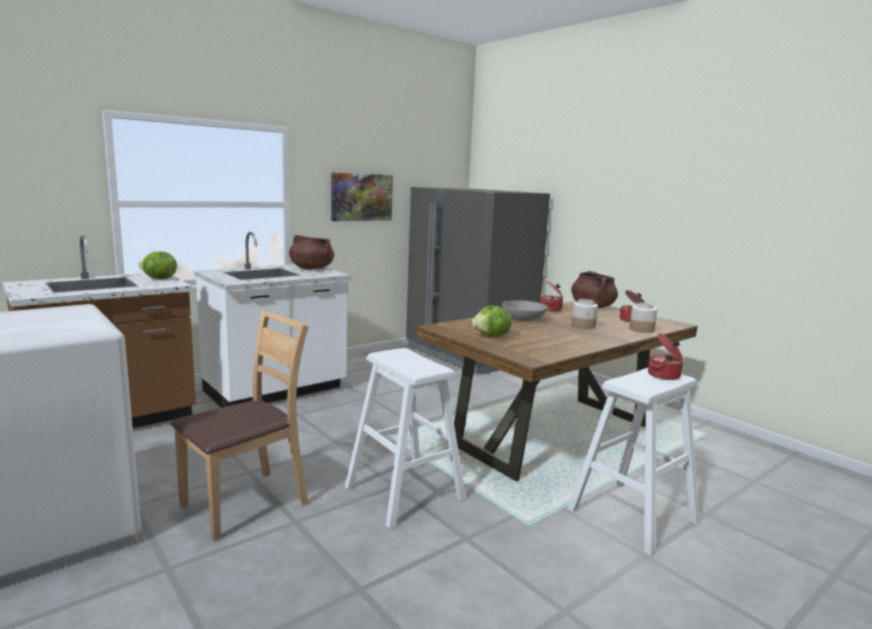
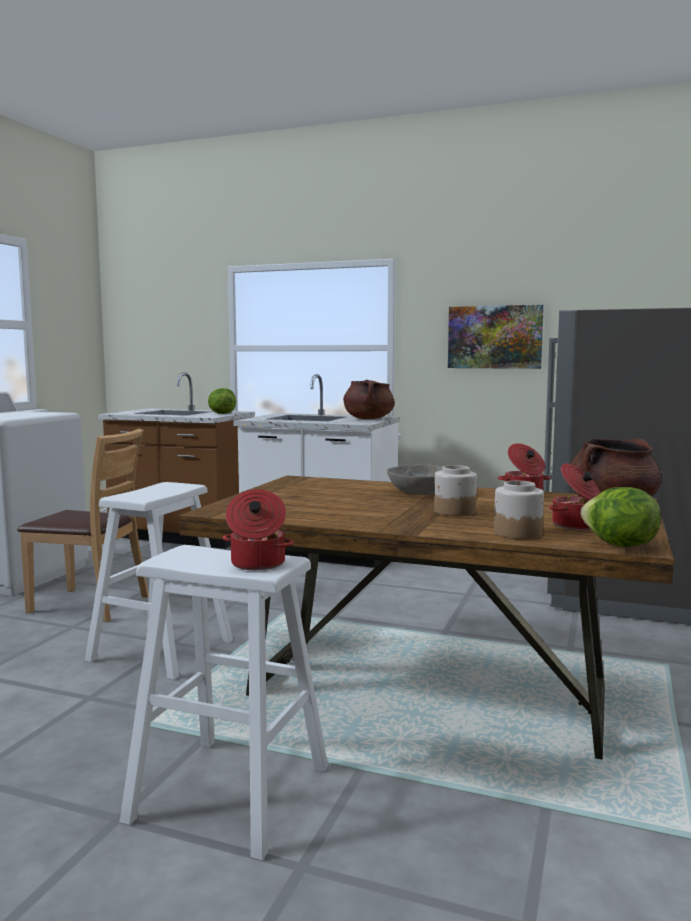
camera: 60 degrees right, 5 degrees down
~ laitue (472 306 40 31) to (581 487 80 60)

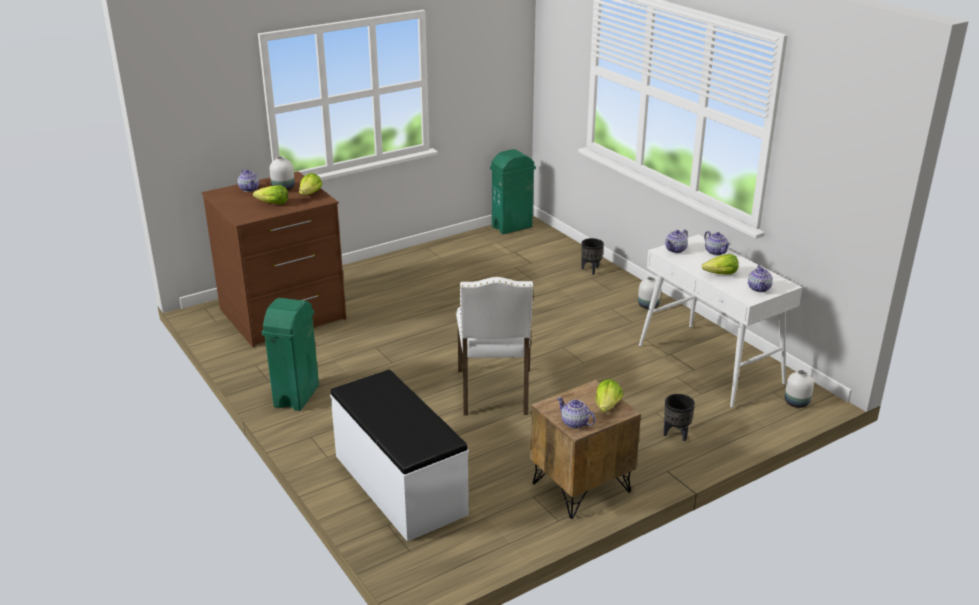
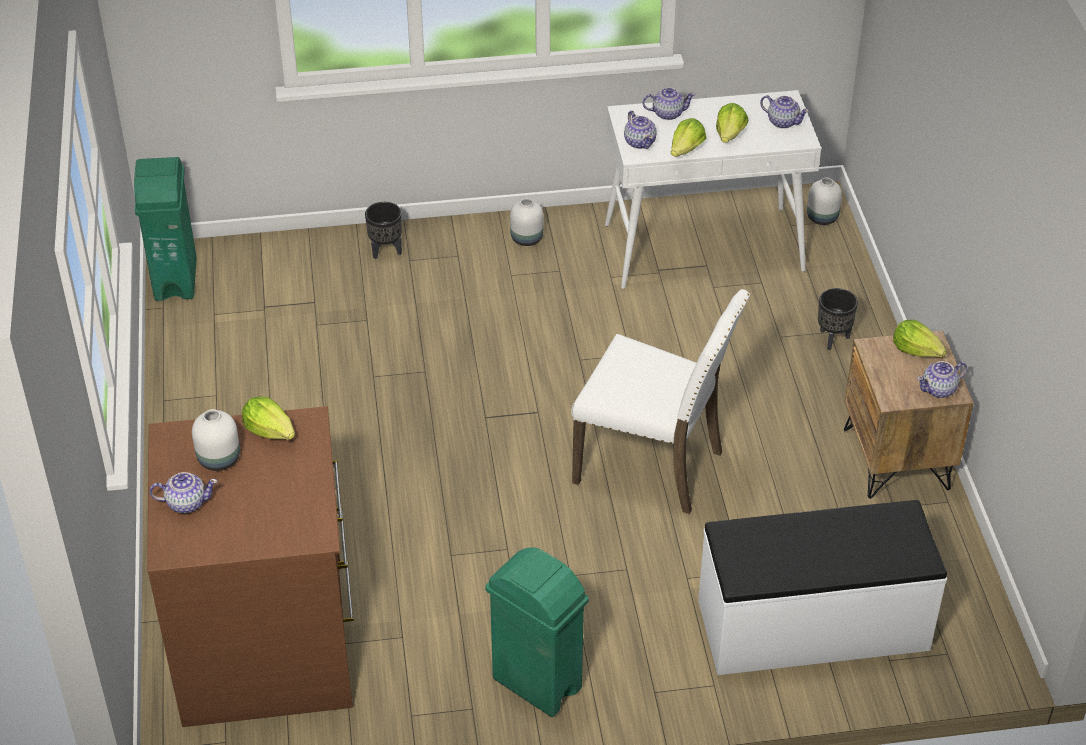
camera: 65 degrees left, 15 degrees up
~ laitue (253 185 35 19) to (671 118 35 39)

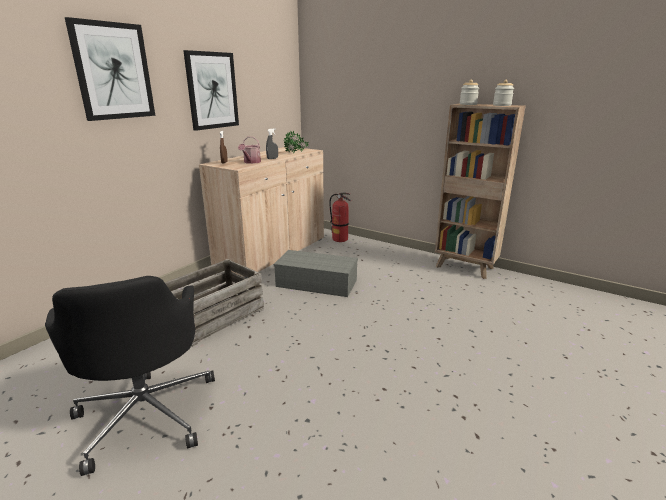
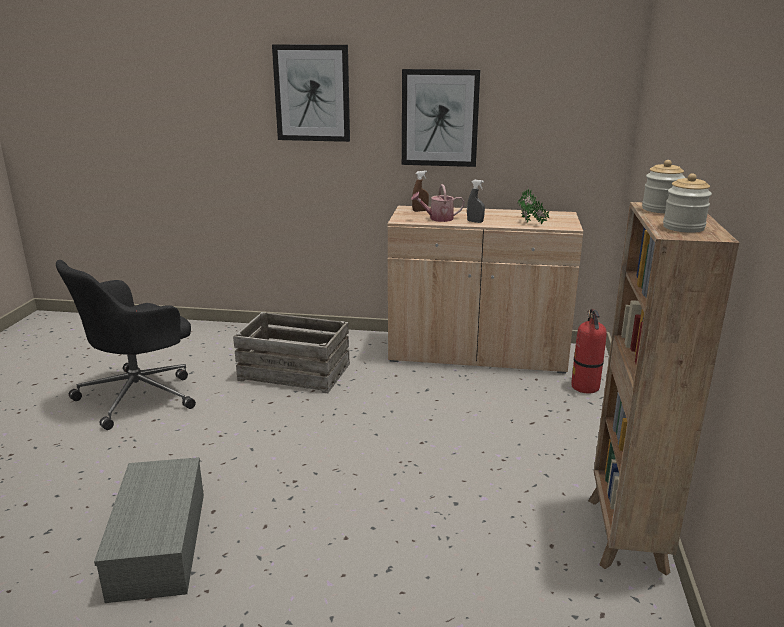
camera: 65 degrees right, 0 degrees up
~ boîte de rangement/gris (274 250 84 47) to (94 457 110 146)

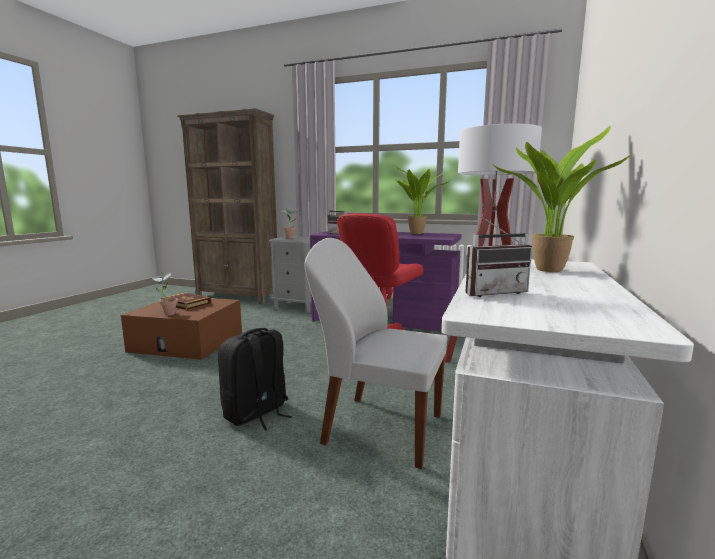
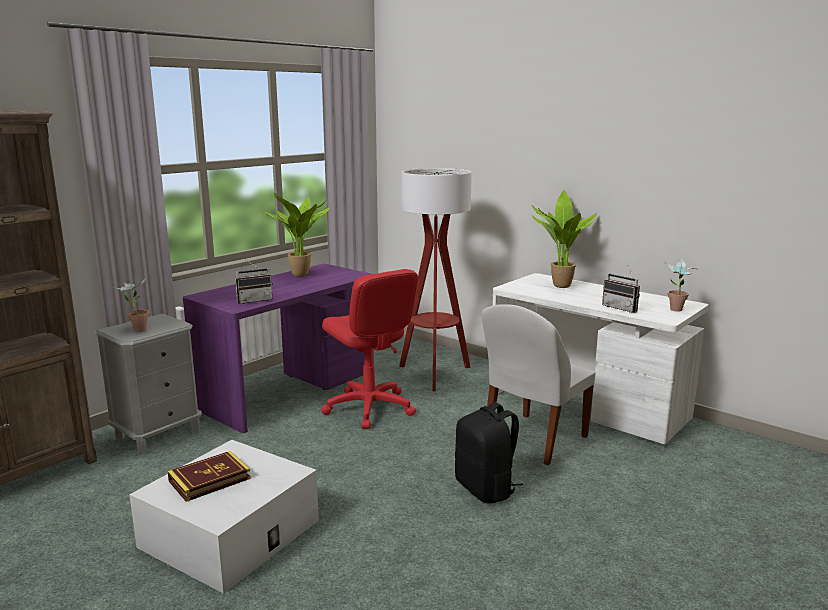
camera: 70 degrees left, 5 degrees up
~ boîte de rangement/marron (121 298 121 62) to boîte de rangement/blanc (129 440 190 154)
~ radio (465 216 67 81) = (602 265 38 48) 135 degrees clockwise
~ plante en pot (145 272 33 44) to (665 258 31 53)

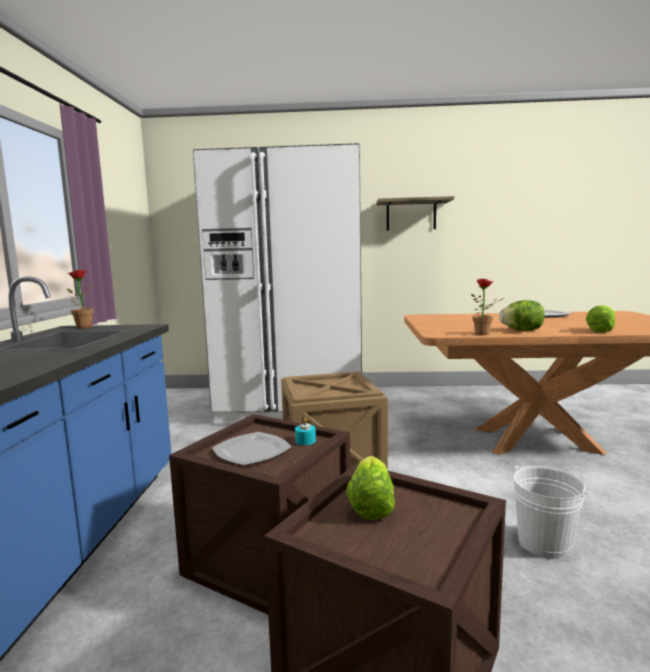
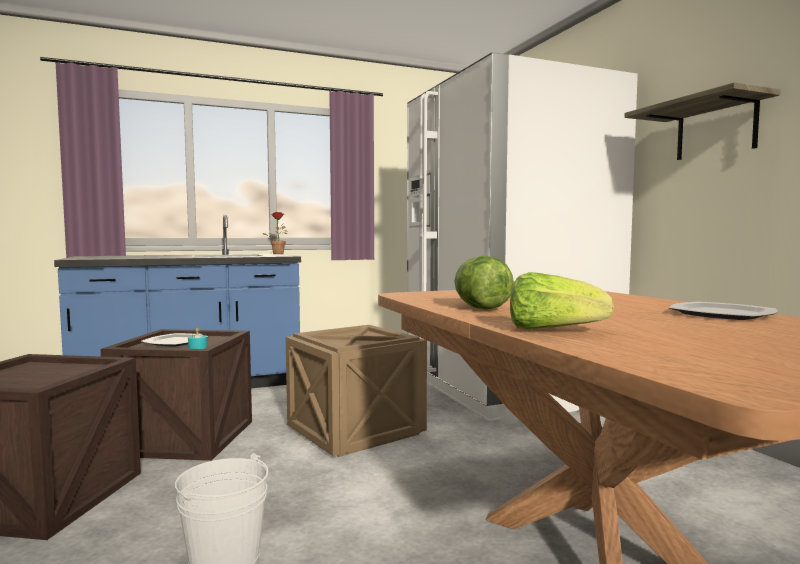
camera: 65 degrees right, 5 degrees down
- laitue (346 456 49 64)
- plante en pot (471 278 33 57)

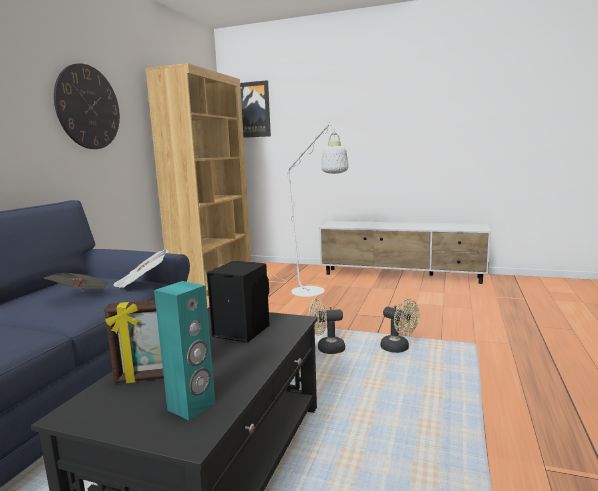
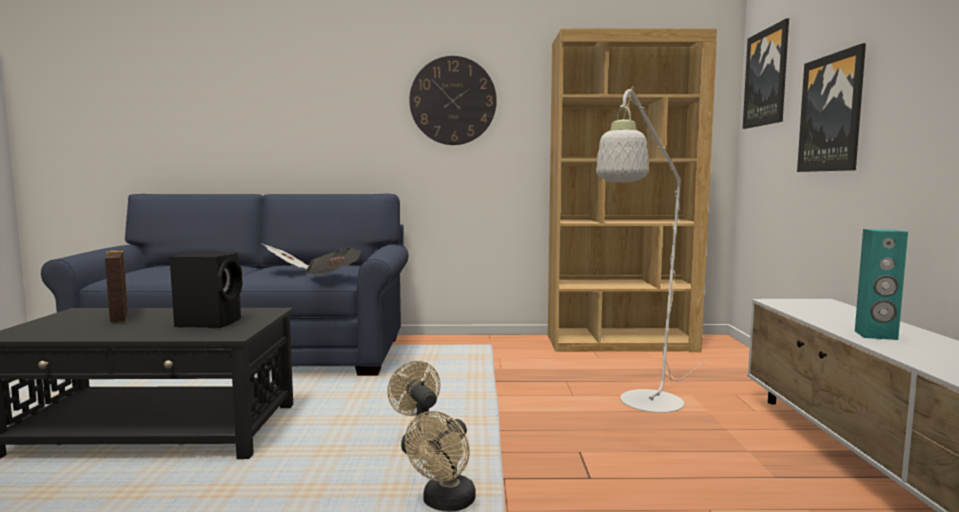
camera: 70 degrees right, 5 degrees down
+ tableau (797 43 69 129)
~ enceinte/turquoise (154 281 61 139) to (855 229 53 111)

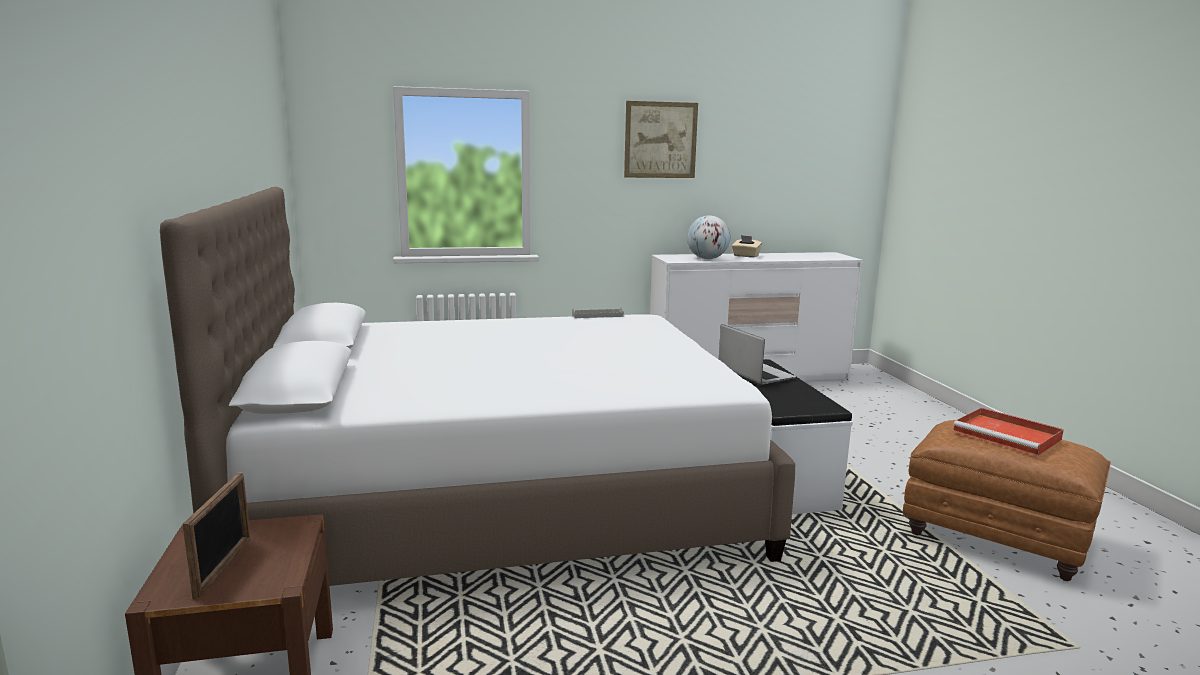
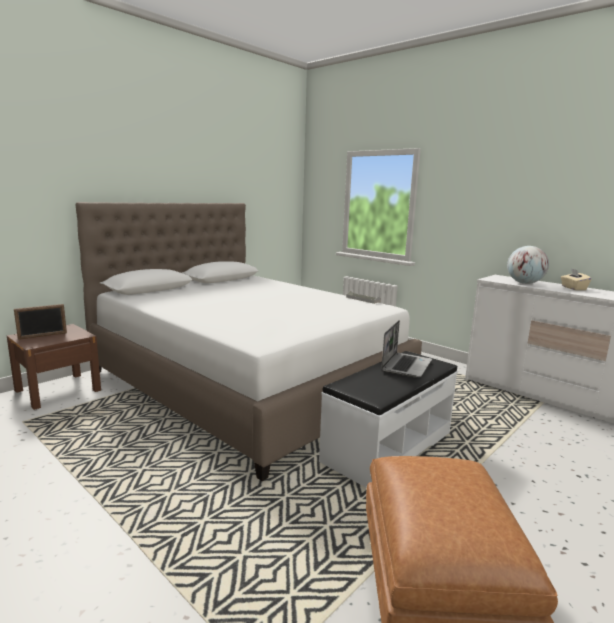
camera: 55 degrees right, 0 degrees up
- tableau (624 101 74 77)
- plateau/rouge (953 408 111 48)

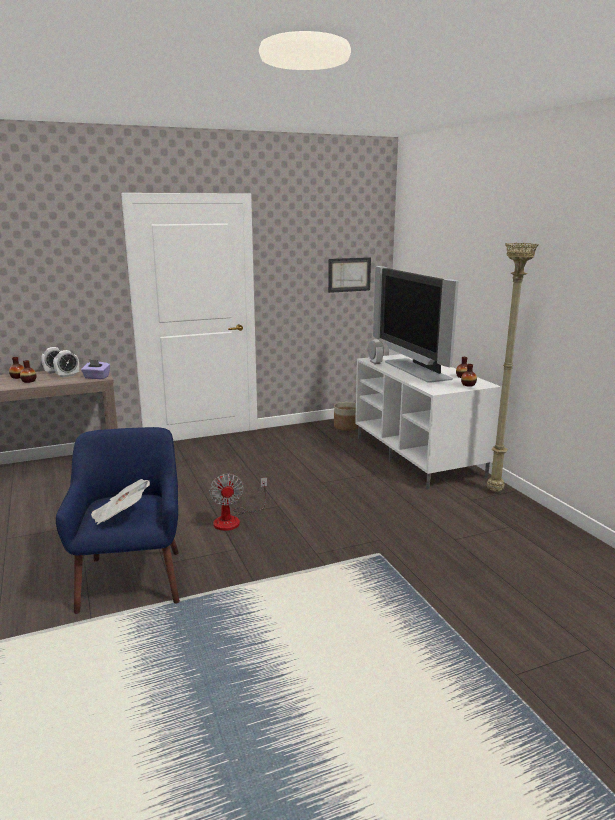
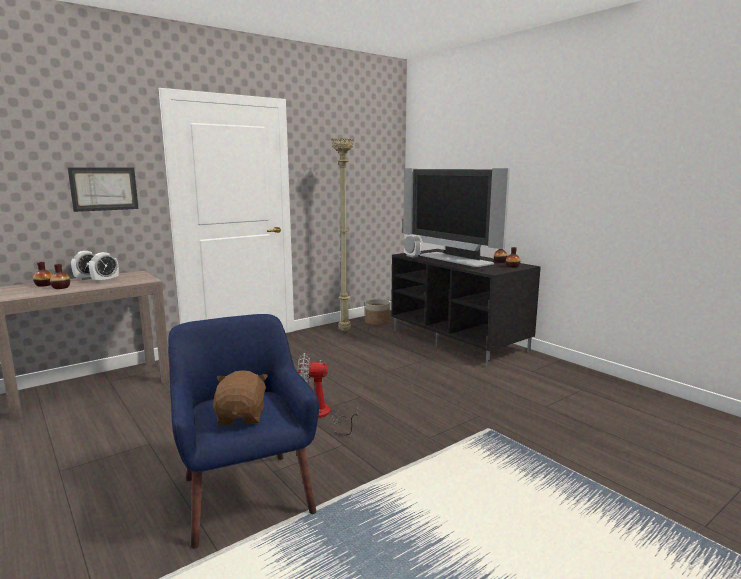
camera: 15 degrees left, 5 degrees down
~ tableau (328 257 43 36) to (68 168 71 44)
~ journal (91 479 59 46) to peluche/marron (213 370 55 55)
~ ventilateur (209 474 58 57) = (298 353 60 82) 120 degrees clockwise
~ lampadaire/beige (487 242 52 250) to (332 138 22 193)
~ meuble télé/blanc (355 354 146 136) to meuble télé/noir (391 249 150 118)
- boîte à mouchoirs/violet (81 359 29 20)

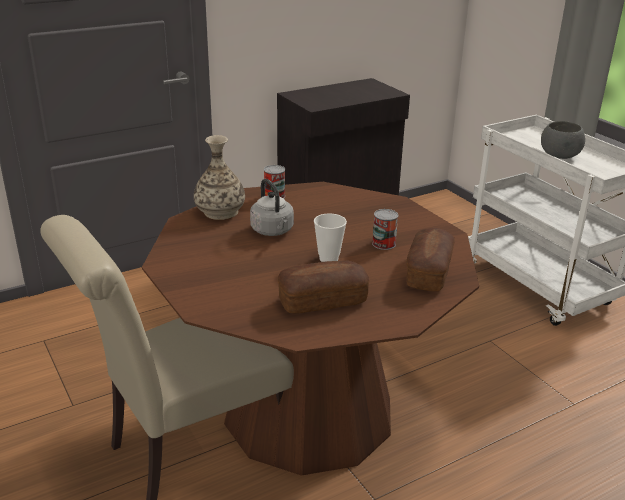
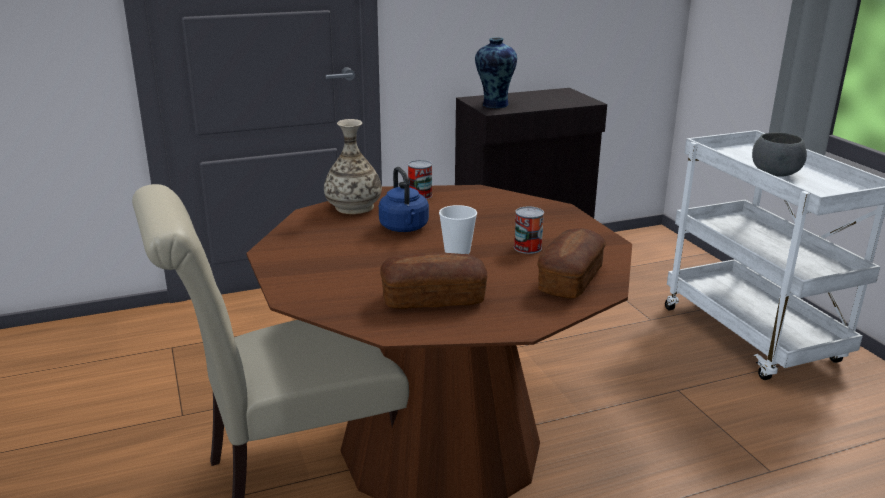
camera: 10 degrees right, 5 degrees down
~ bouilloire/gris (250 179 44 57) to bouilloire/bleu (379 167 50 65)
+ vase (475 37 42 71)

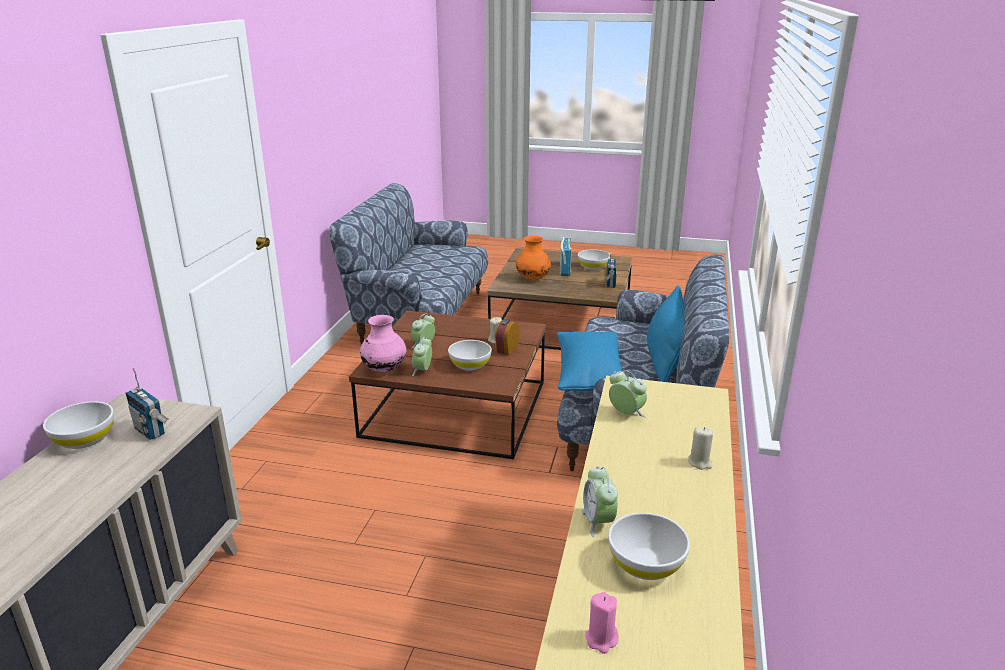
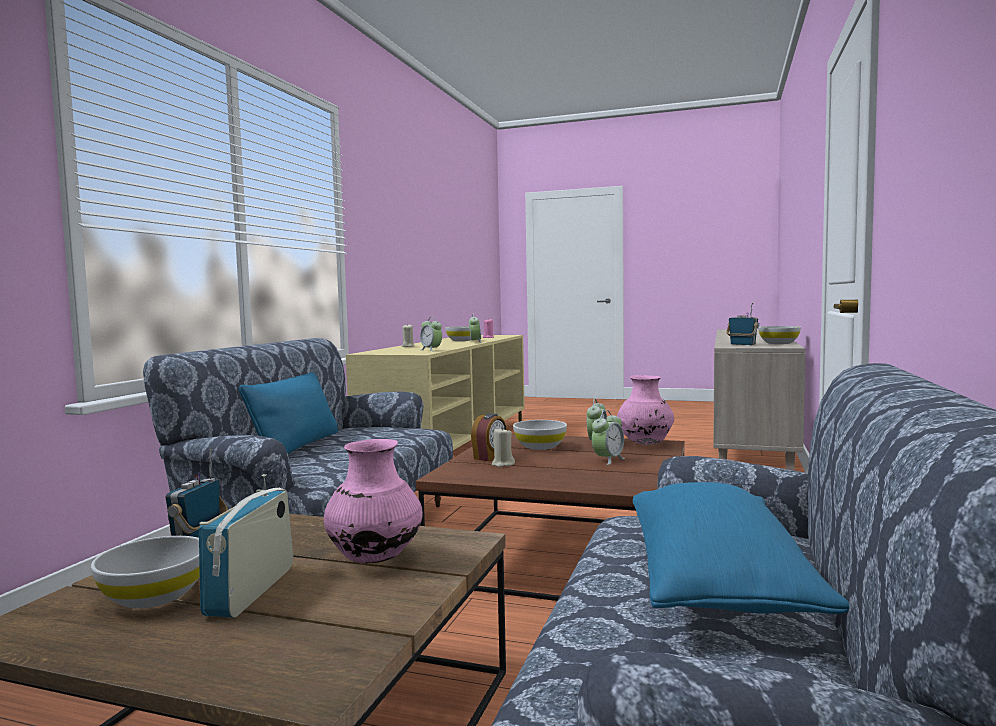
camera: 175 degrees left, 20 degrees down
~ vase/orange (515 236 36 45) to vase/rose (324 439 99 124)
~ coussin/bleu (557 331 65 59) to (633 482 216 132)

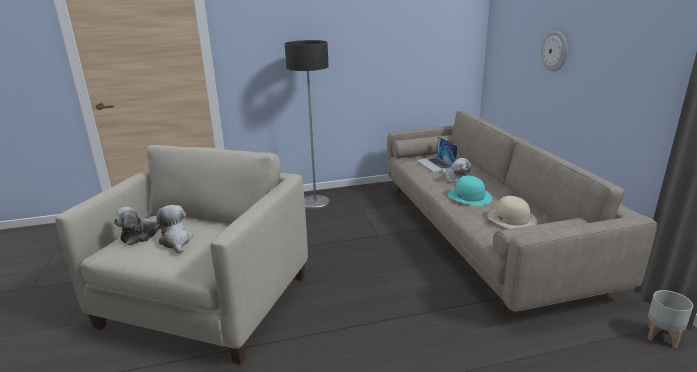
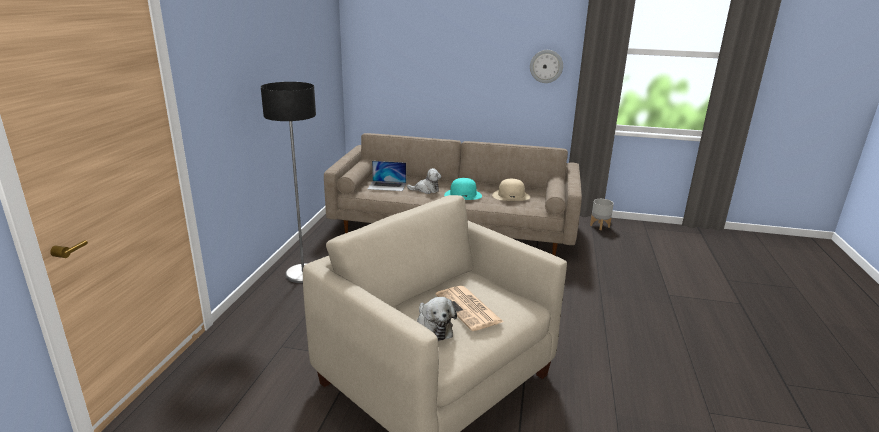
camera: 65 degrees left, 0 degrees up
~ peluche (153 205 40 49) to journal (435 286 68 45)
~ horloge murale (541 31 26 41) to (530 50 33 33)

